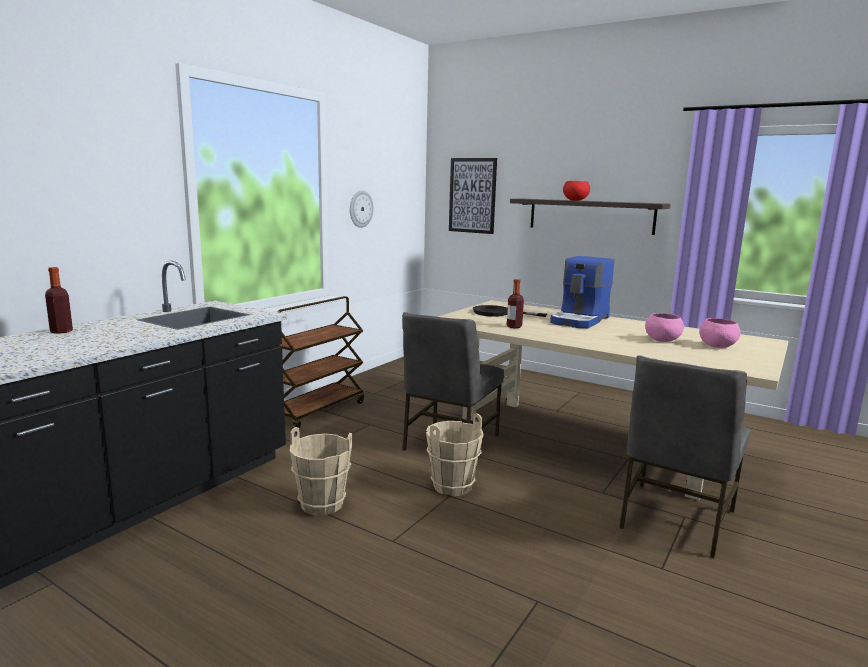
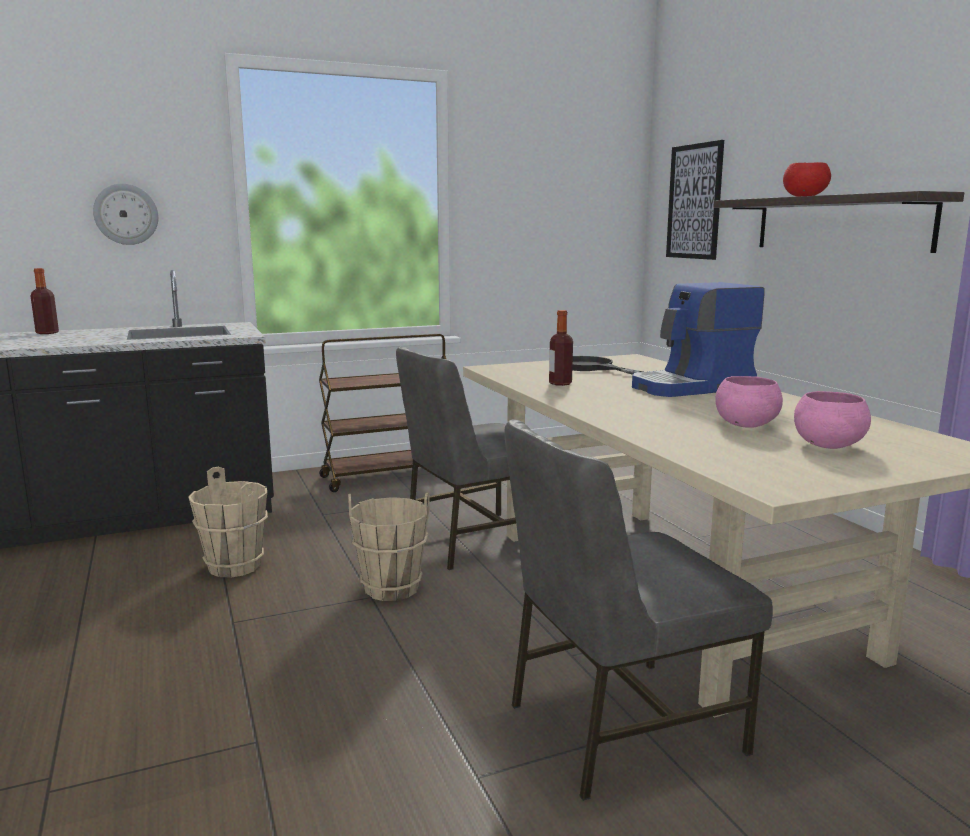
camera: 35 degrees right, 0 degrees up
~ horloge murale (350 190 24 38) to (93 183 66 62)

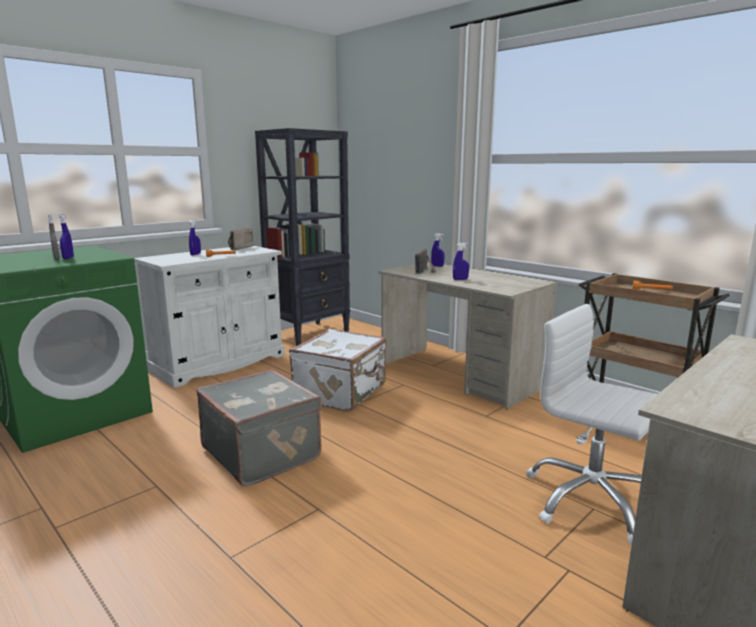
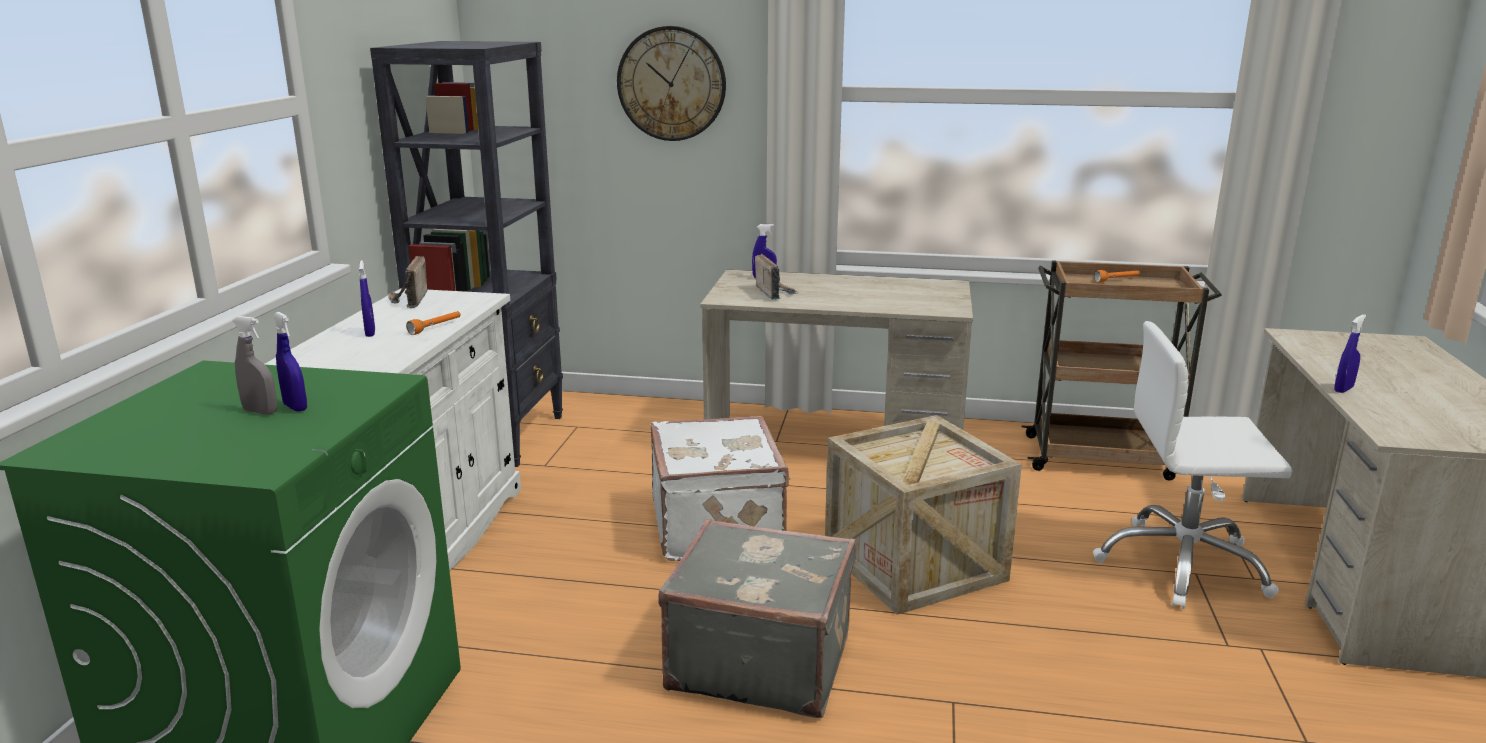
camera: 35 degrees left, 5 degrees up
+ horloge murale (617 26 109 115)
+ caisse (825 415 197 200)
~ vaporisateur/bleu (453 243 16 37) to (1334 314 32 79)

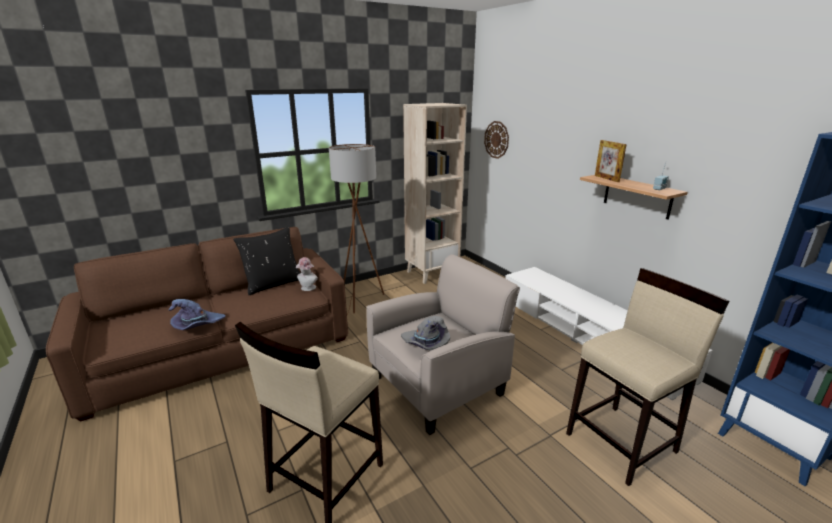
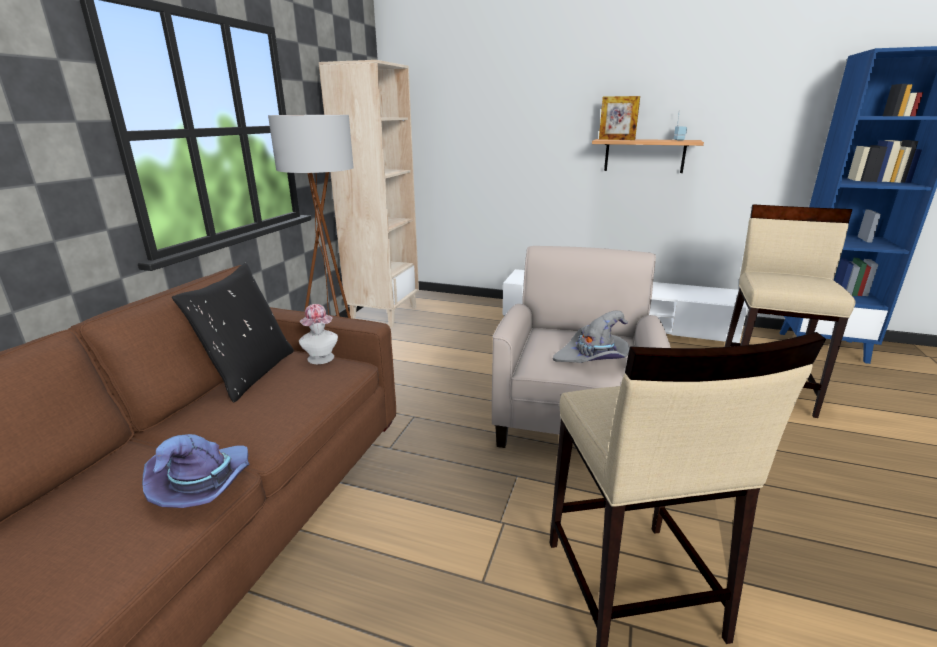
camera: 40 degrees left, 0 degrees up
- horloge murale (484 121 25 38)

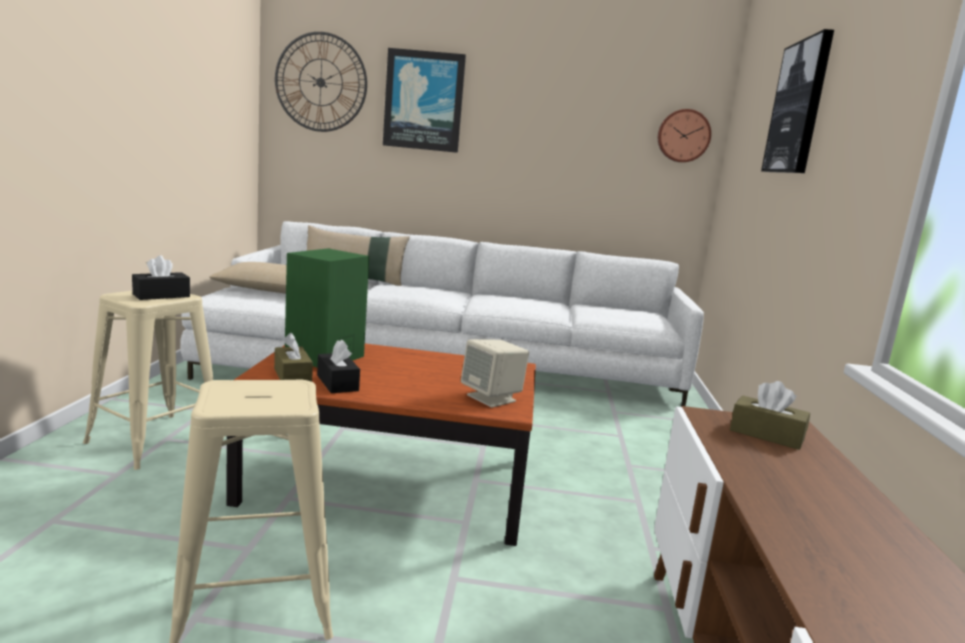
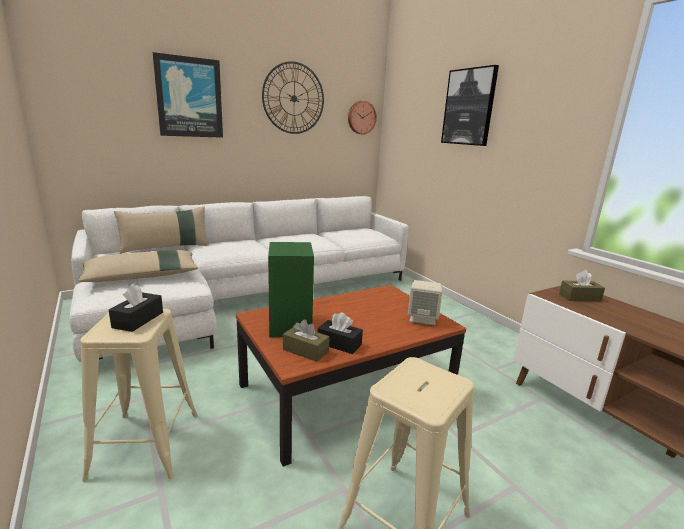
camera: 35 degrees left, 5 degrees up
~ horloge murale (275 32 92 100) to (262 61 62 73)

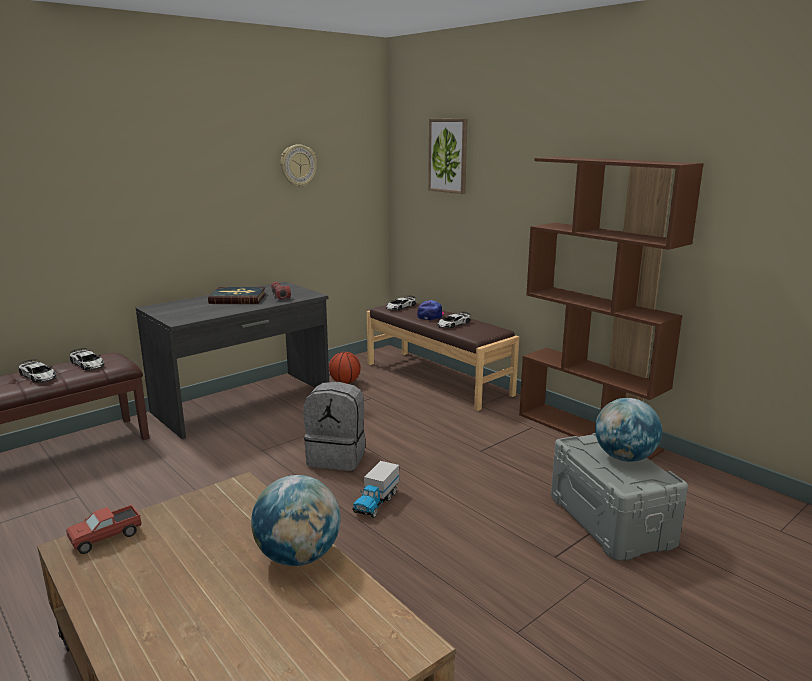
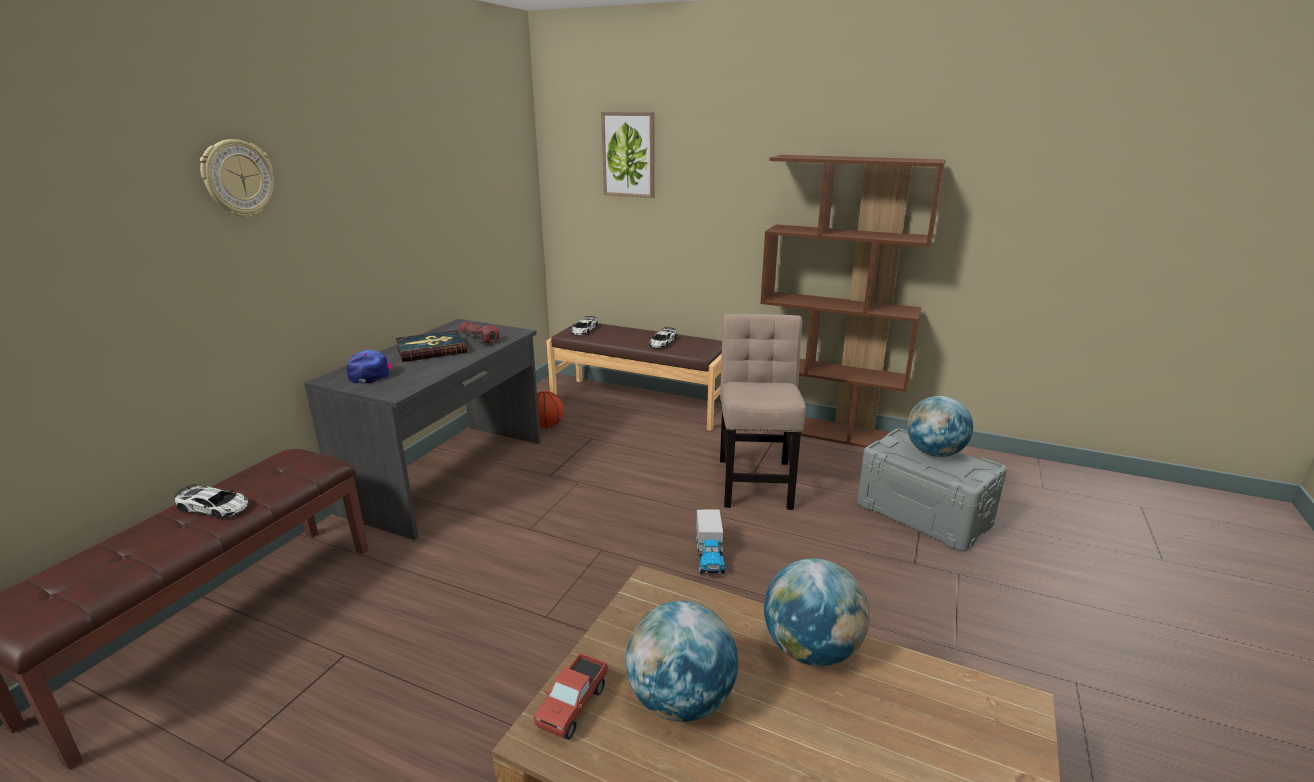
camera: 25 degrees left, 5 degrees up
~ horloge murale (281 144 36 44) to (200 139 74 78)
~ casquette (417 300 27 20) to (347 350 45 33)
+ globe (626 601 112 121)
+ chaise/beige (720 314 86 196)
- petite voiture (70 348 34 22)
- sac à dos/gris (303 381 63 90)

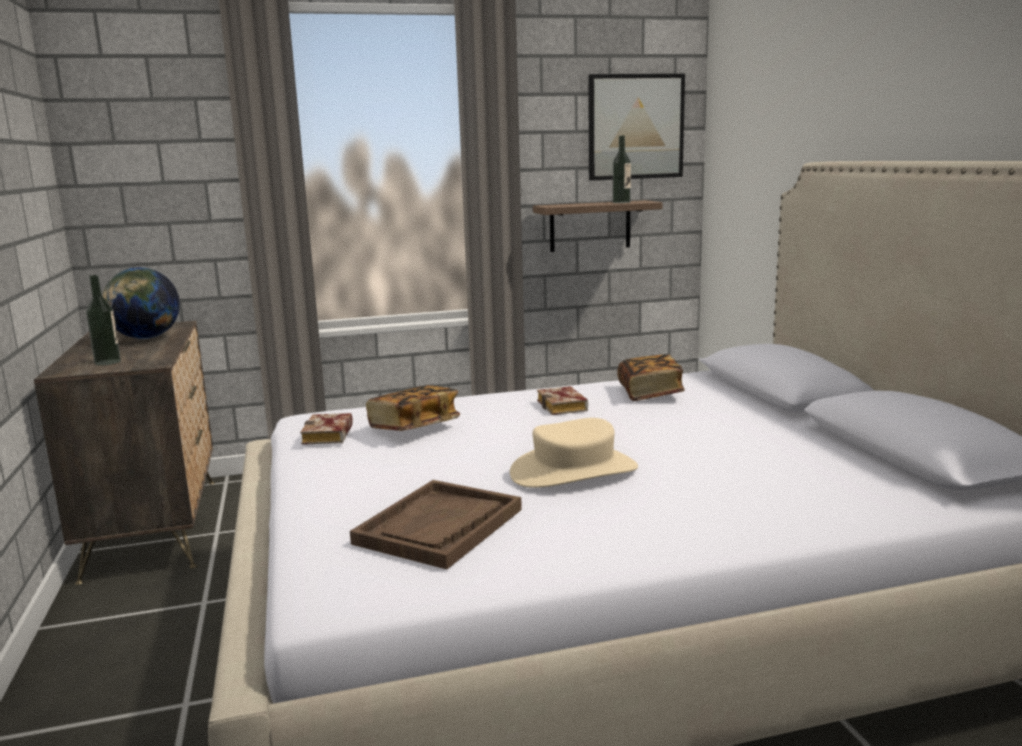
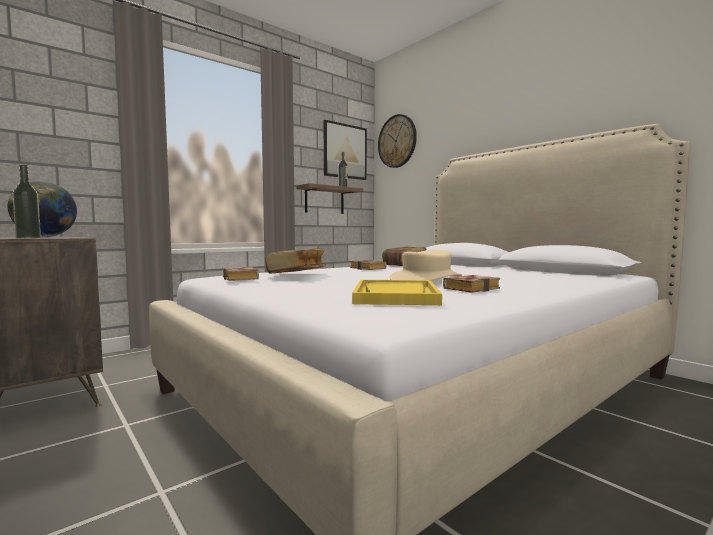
camera: 25 degrees left, 10 degrees down
~ plateau/marron (350 480 172 89) to plateau/jaune (352 280 90 25)
+ horloge murale (378 114 39 54)
+ livre (443 275 57 18)

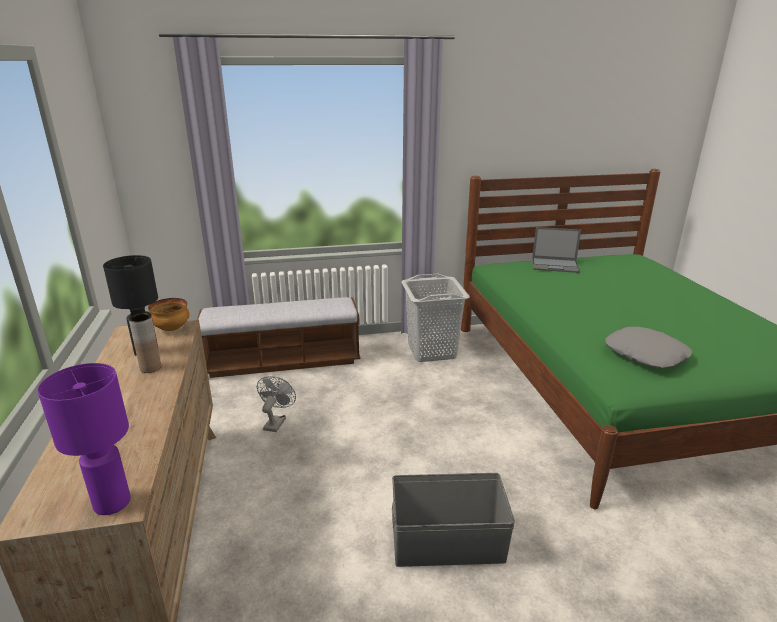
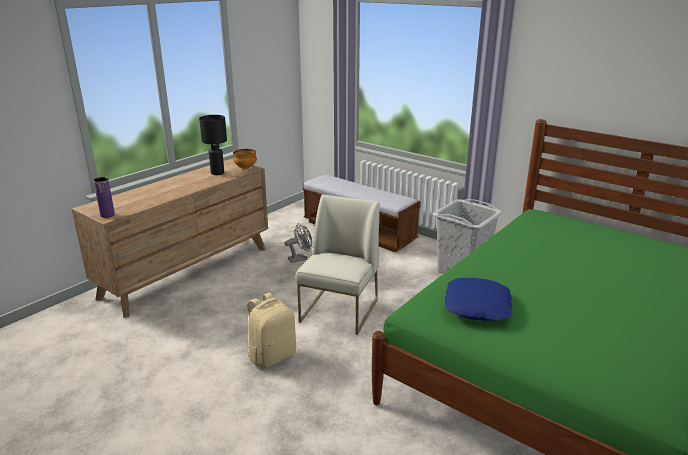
camera: 50 degrees right, 0 degrees up
~ lampe de table/violet (37 363 94 152) to vase/violet (93 177 22 41)
~ boîte de rangement/gris (392 473 123 94) to sac à dos/beige (247 293 49 75)
+ chaise/blanc (296 194 84 141)
~ coussin/gris (605 327 87 41) to coussin/bleu (445 278 67 43)
- vase/marron (129 313 32 60)
- ordinateur portable (532 227 49 46)

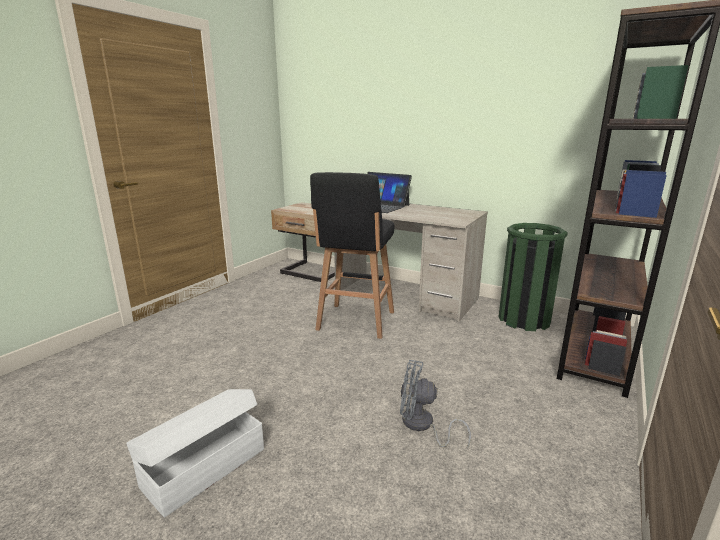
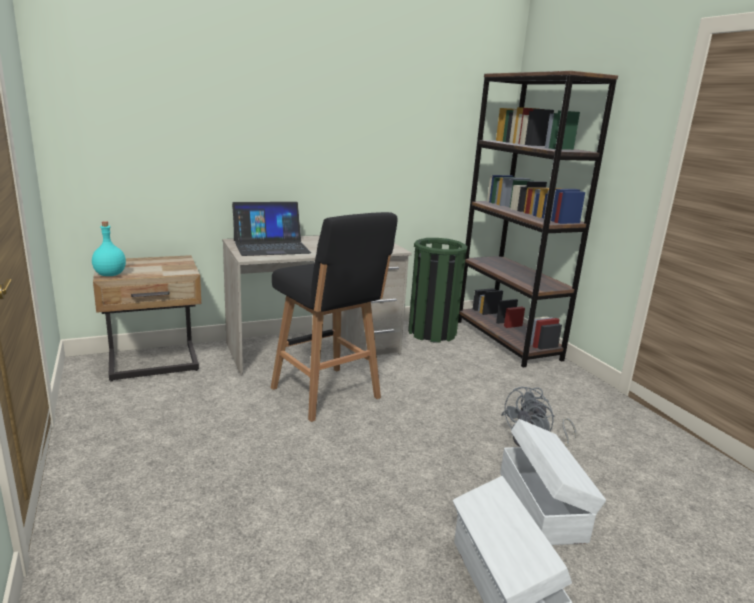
camera: 55 degrees left, 0 degrees up
+ bouteille/turquoise (92 221 34 55)
+ boîte de rangement/blanc (500 419 106 126)

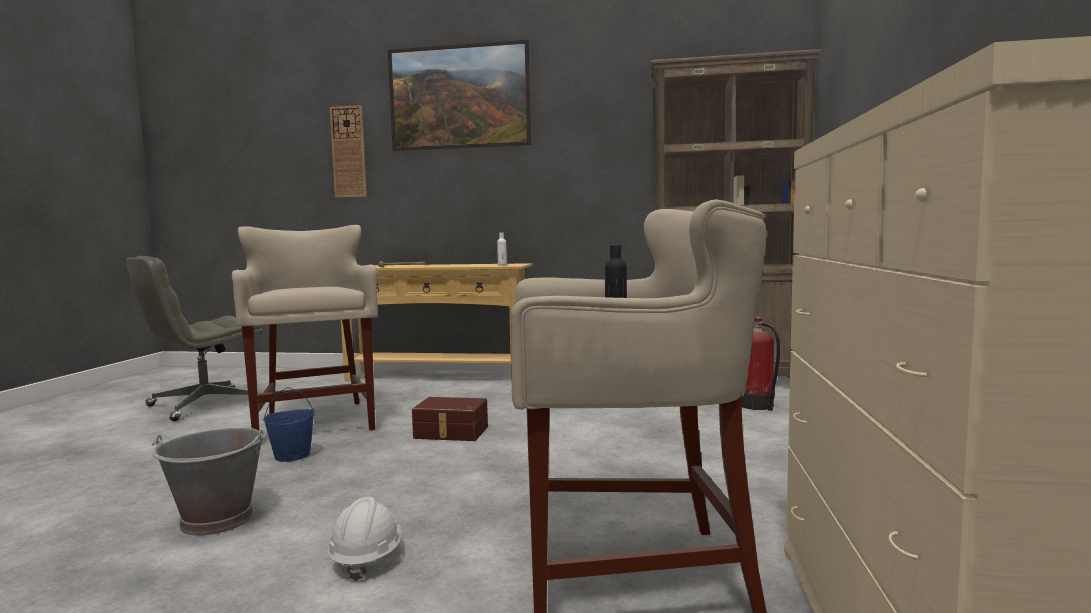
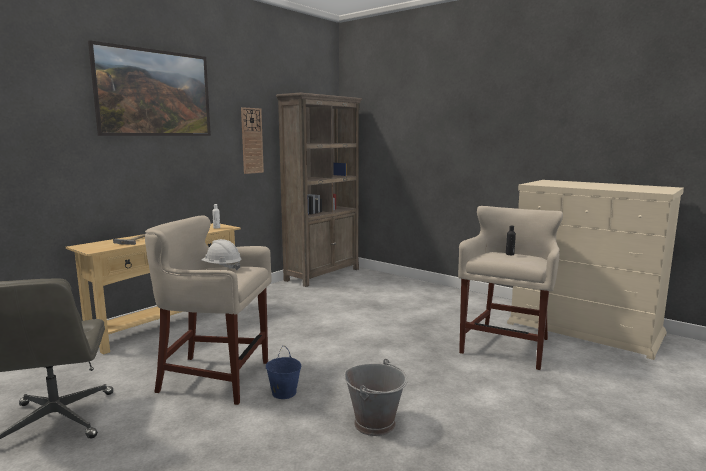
camera: 60 degrees left, 5 degrees up
~ casque de chantier/blanc (328 496 74 86) to (201 239 41 31)
~ horloge murale (330 105 37 93) to (241 107 23 67)
- boîte de rangement/marron (412 397 76 44)
- extincteur (742 315 38 96)

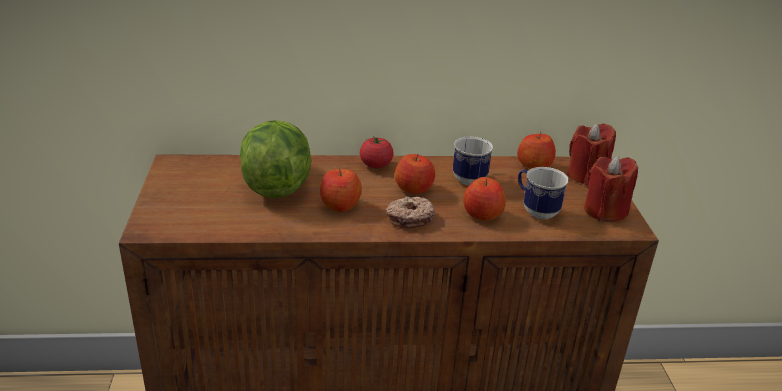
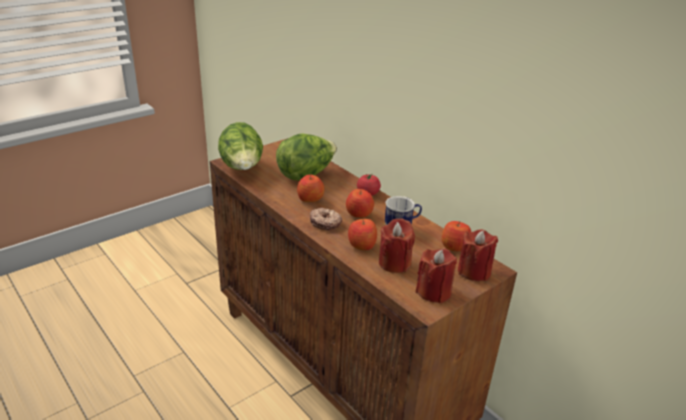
camera: 55 degrees right, 0 degrees up
+ laitue (218 122 45 48)
~ mug (518 167 51 52) to bougie/rouge (379 218 36 55)

